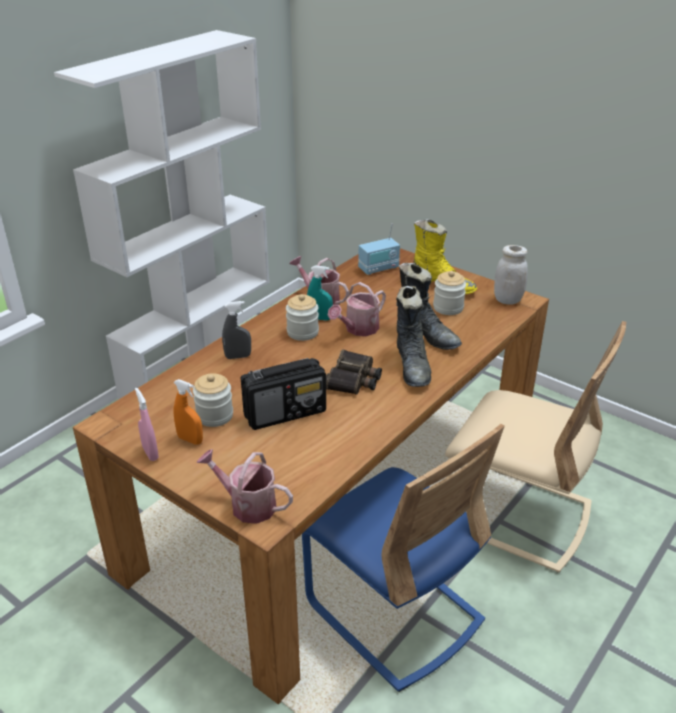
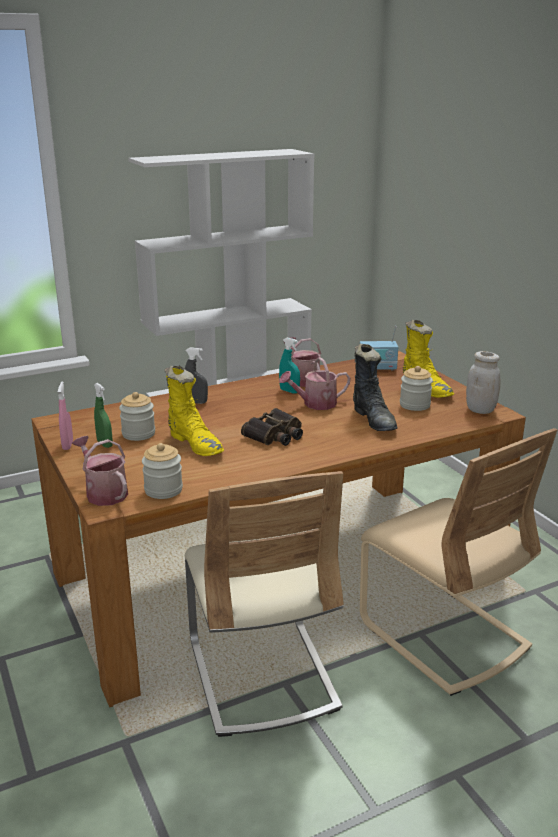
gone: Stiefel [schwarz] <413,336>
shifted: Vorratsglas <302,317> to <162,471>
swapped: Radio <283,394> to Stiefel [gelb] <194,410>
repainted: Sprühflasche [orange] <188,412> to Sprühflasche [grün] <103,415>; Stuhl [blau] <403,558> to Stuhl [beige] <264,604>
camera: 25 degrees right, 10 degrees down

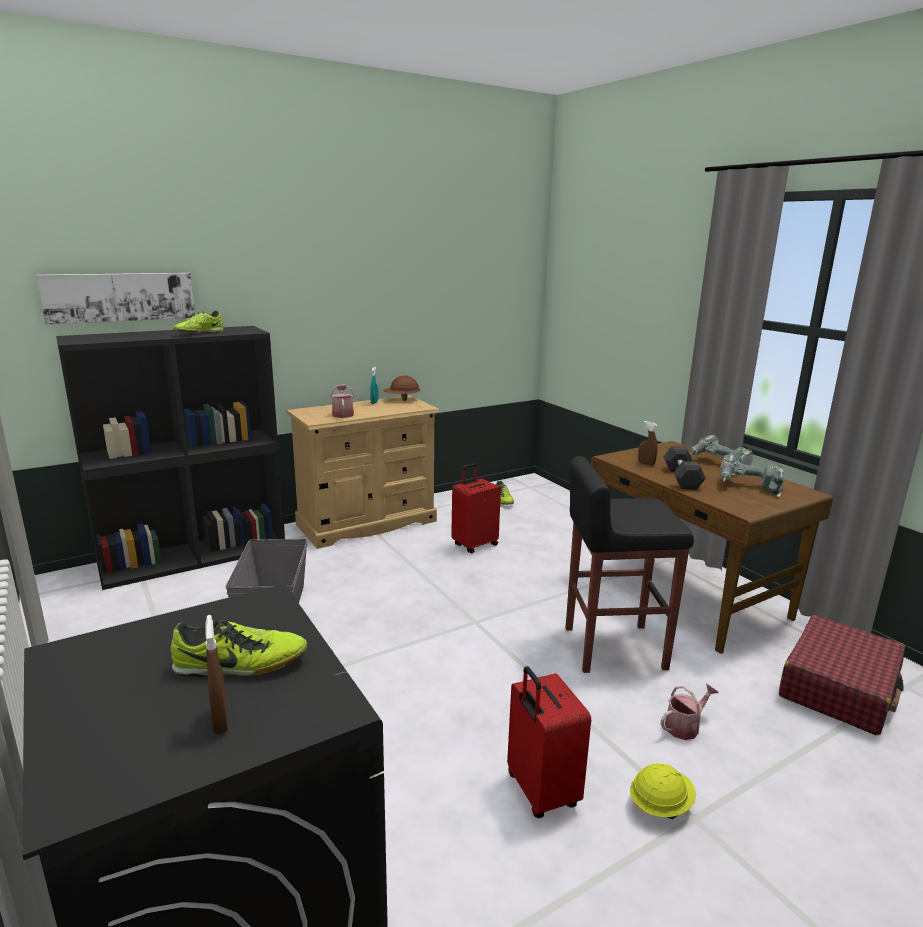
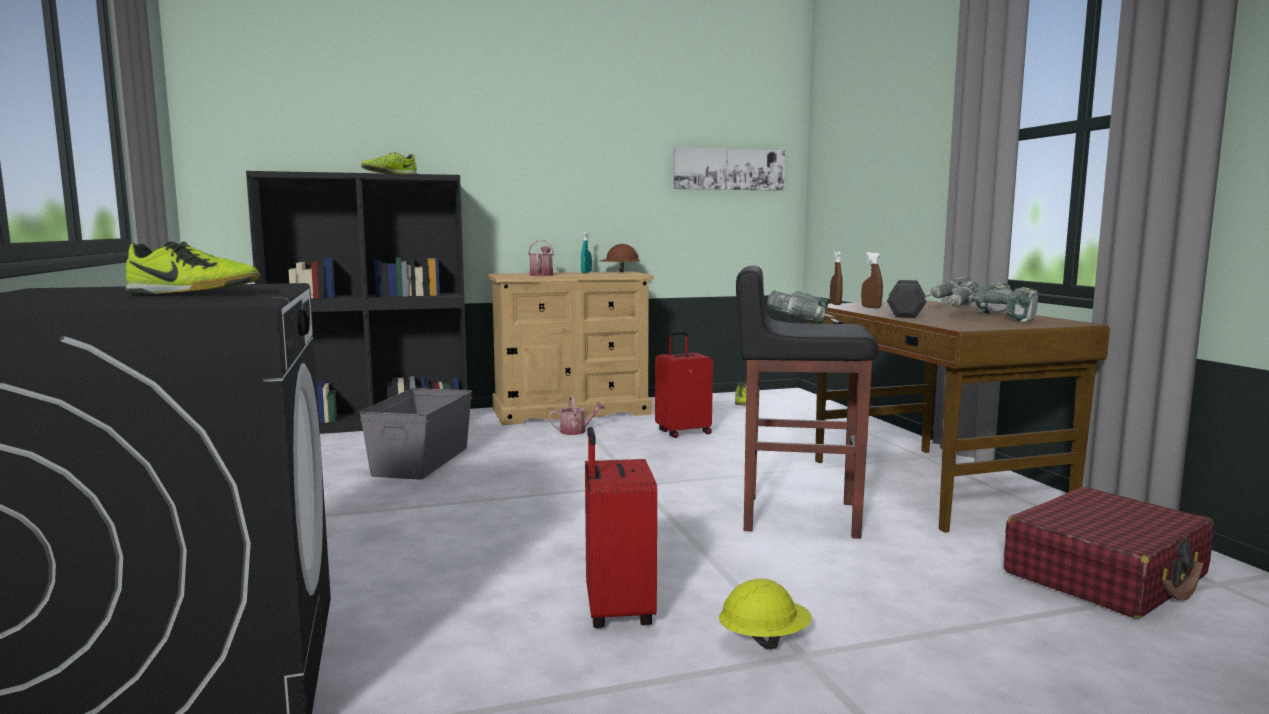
new: Bohrmaschine <803,307>
shifted: Bild <115,298> to <729,169>; Sprühflasche [braun] <217,675> to <836,278>; Gießkanne <690,712> to <576,415>
camera: 15 degrees right, 10 degrees down

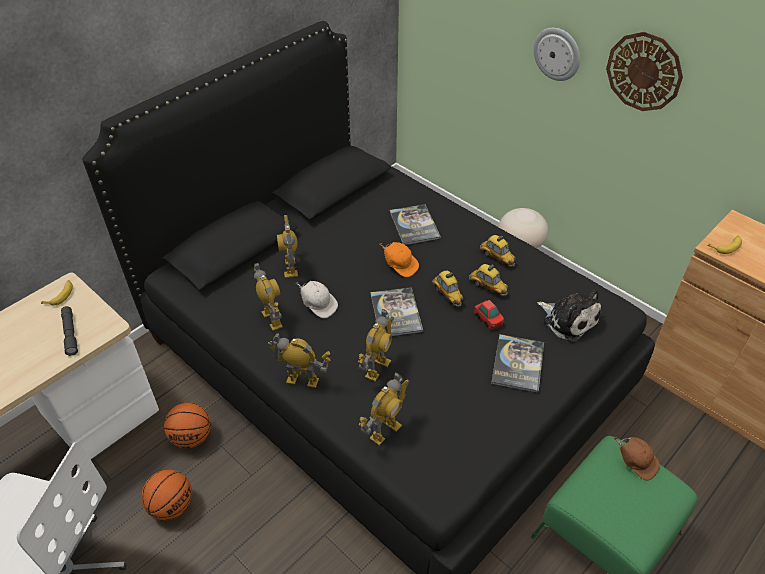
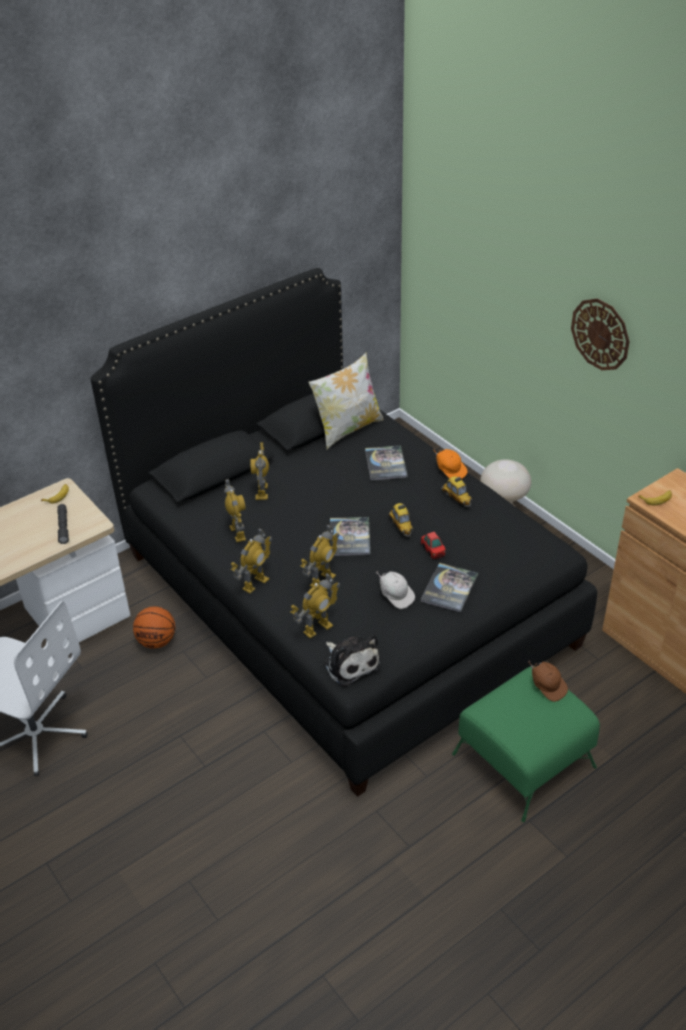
gone: Wanduhr <556,54>; Spielzeugauto <488,280>; Basketball <166,495>
new: Kissen <346,401>
shifted: Kappe [orange] <399,259> to <450,464>; Kappe [weiß] <317,299> to <395,590>; Plüschtier <569,316> to <352,660>
rotated: Spielzeugroboter <298,360> = <251,561> 105 degrees clockwise
camera: 10 degrees right, 5 degrees down

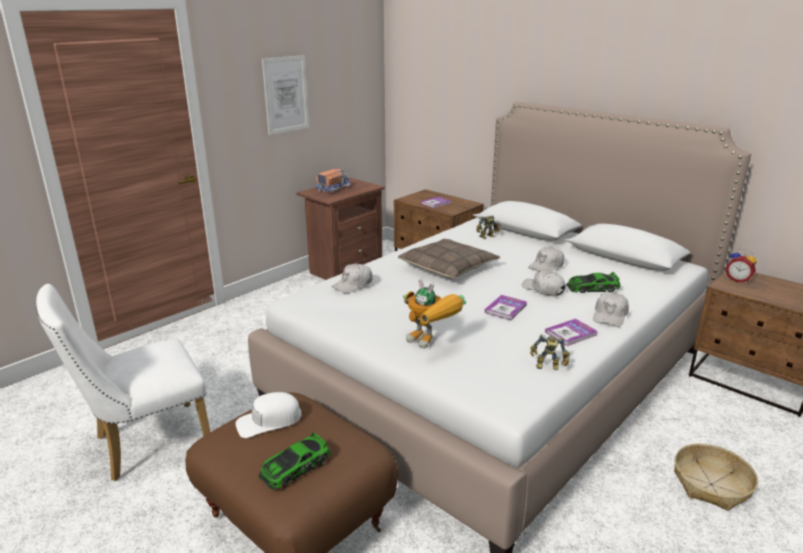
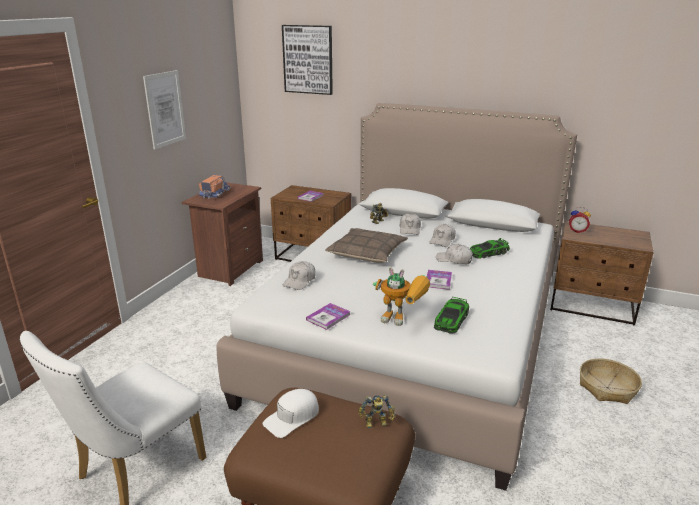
new: Bild <307,60>
shifted: Kappe [weiß] <611,309> to <410,224>; Buch <571,332> to <328,316>; Spielzeugroboter <550,352> to <377,411>; Spielzeugauto <295,461> to <451,315>
camera: 20 degrees left, 0 degrees up

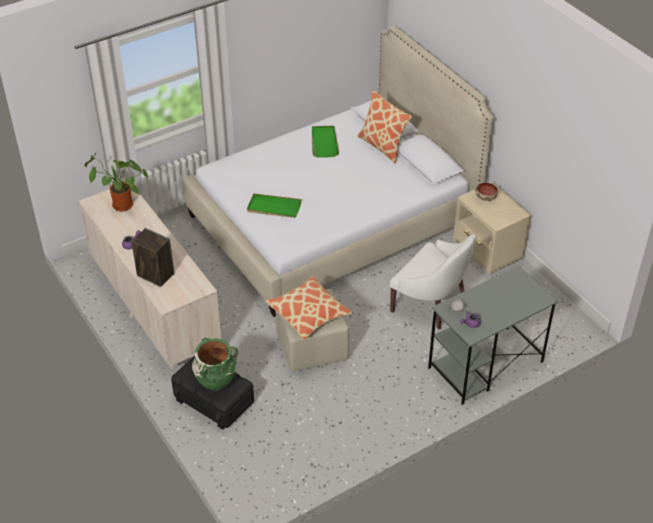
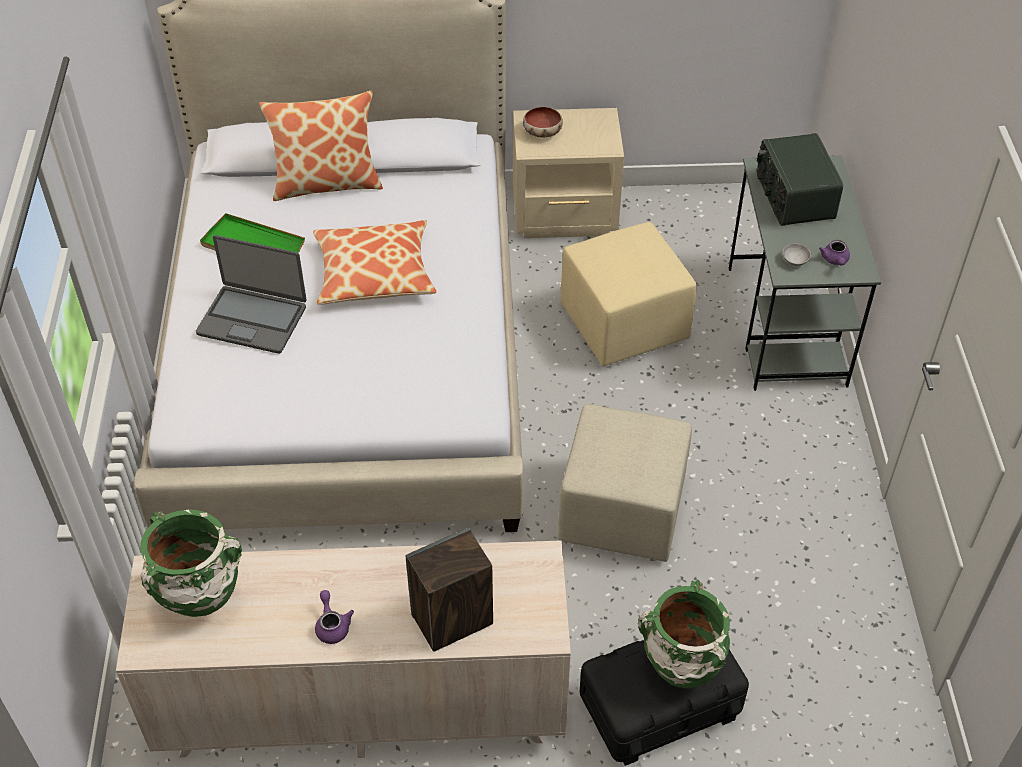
gone: Tablett [grün] <274,206>
new: Radio <799,179>; Laptop <251,294>
shifted: Kissen <309,308> to <374,262>
swapped: Topfpflanze <116,182> to Vase [grün] <191,563>; Sessel [weiß] <433,282> to Polsterhocker [beige] <628,294>
camera: 60 degrees left, 5 degrees up

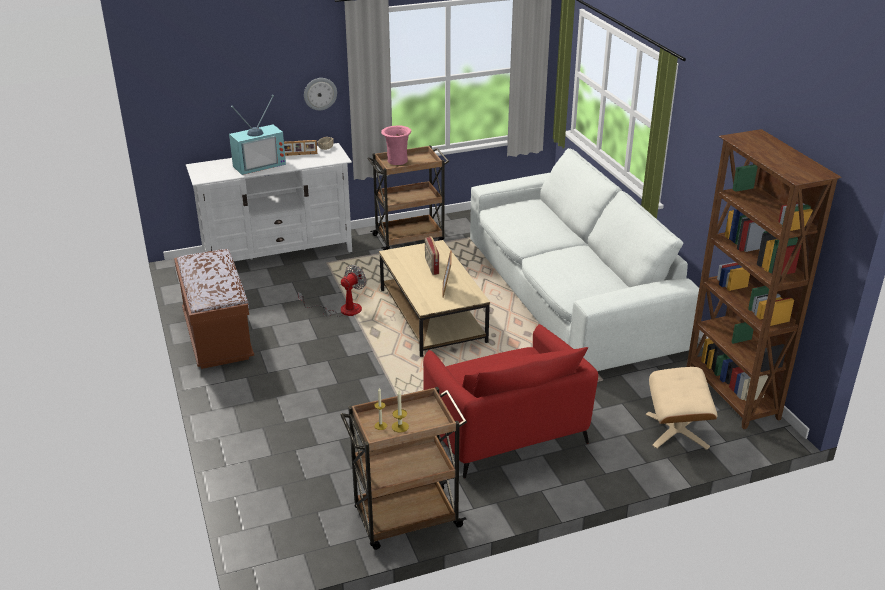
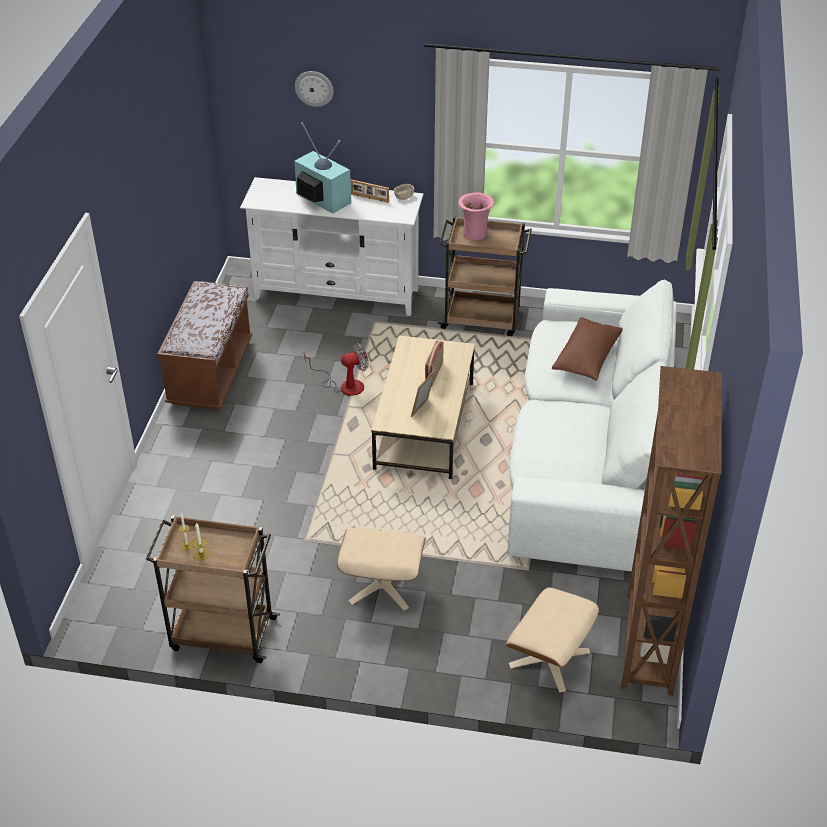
new: Kissen [braun] <587,348>
shifted: Wanduhr <320,94> to <314,89>
swapped: Sessel [rot] <510,401> to Polsterhocker [beige] <381,569>
rotated: Fernseher <257,135> = <322,168> 135 degrees counterclockwise
camera: 30 degrees right, 10 degrees up

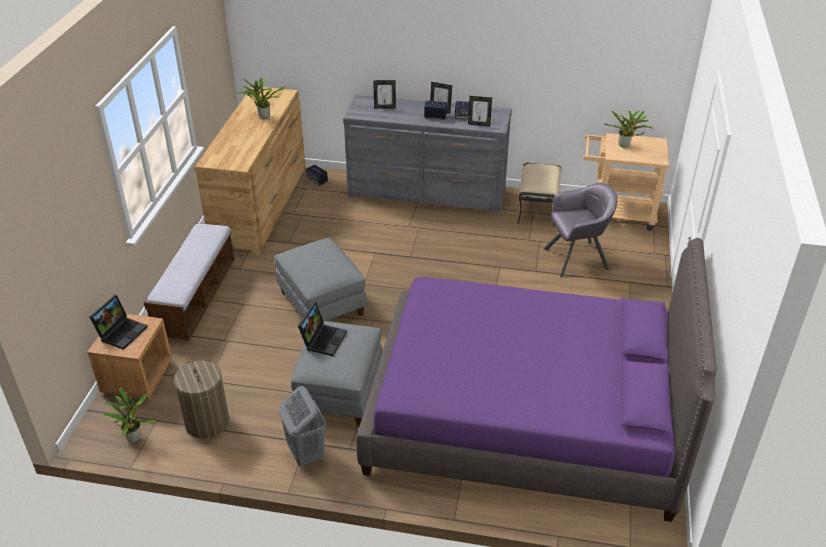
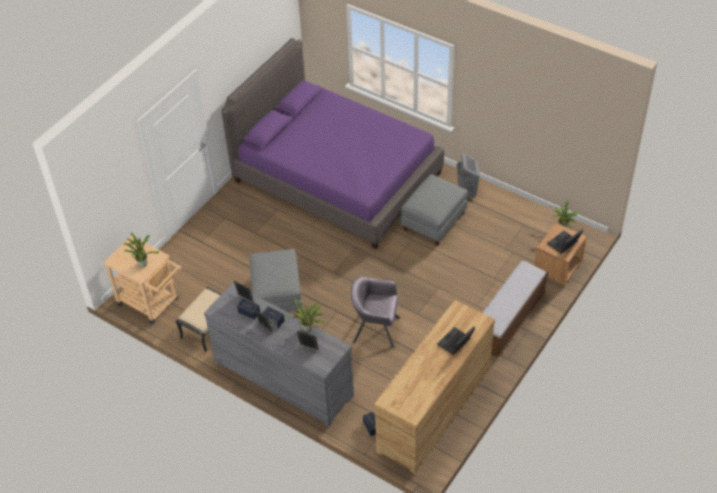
gone: Wäschekorb <201,399>
shifted: Topfpflanze <260,98> to <305,315>; Sessel [grau] <580,230> to <375,312>; Polsterhocker [grau] <320,279> to <276,281>; Laptop <322,329> to <456,340>
camera: 155 degrees left, 10 degrees up

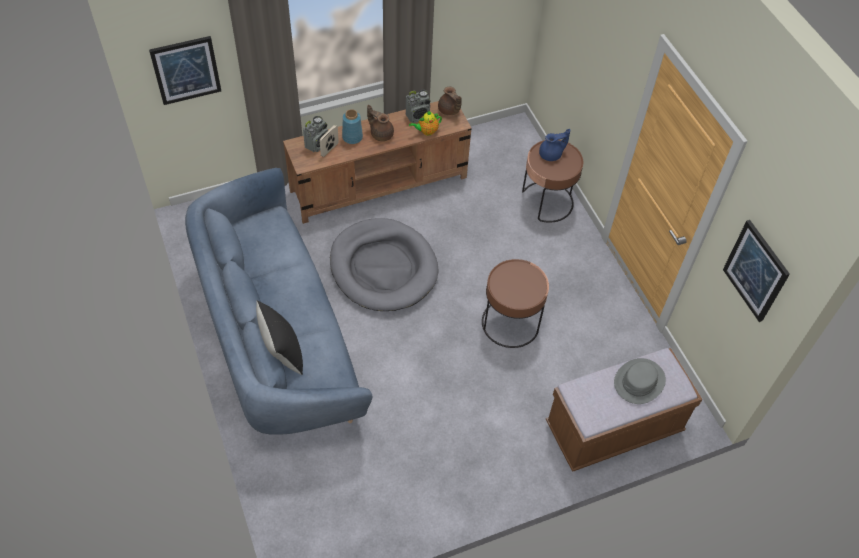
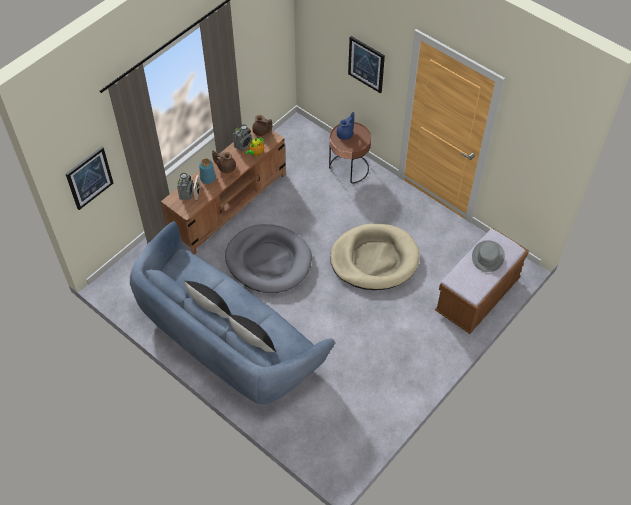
new: Kissen [schwarz] <207,299>
shifted: Bild <756,271> to <366,64>
swapped: Beistelltisch [braun] <515,303> to Hundebett [beige] <375,256>
camera: 25 degrees left, 0 degrees up

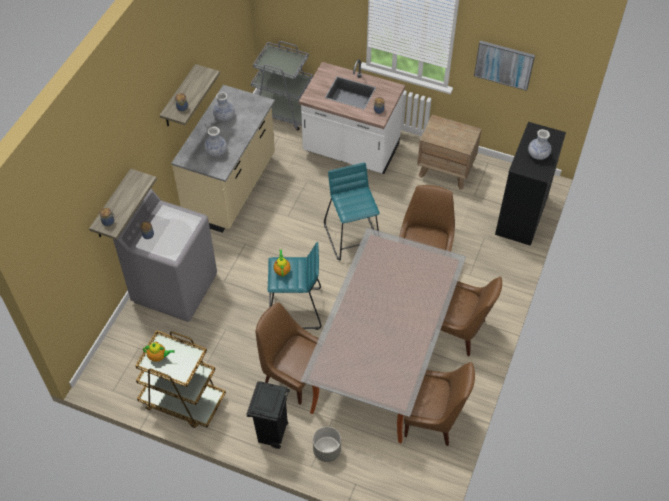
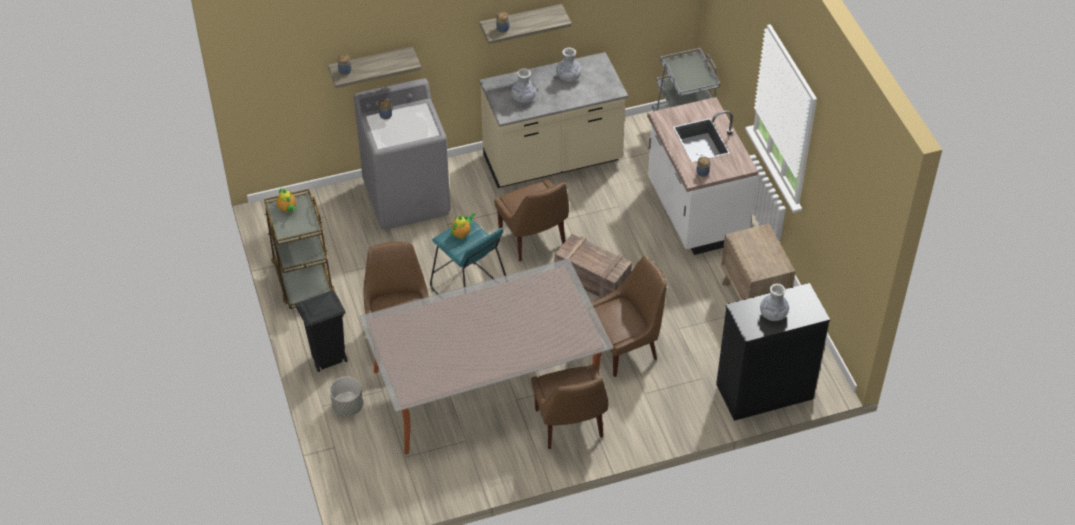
gone: Bild <504,66>
shifted: Stuhl [braun] <439,404> to <531,220>
swapped: Hocker [türkis] <352,212> to Kiste <593,266>
camera: 50 degrees right, 5 degrees down

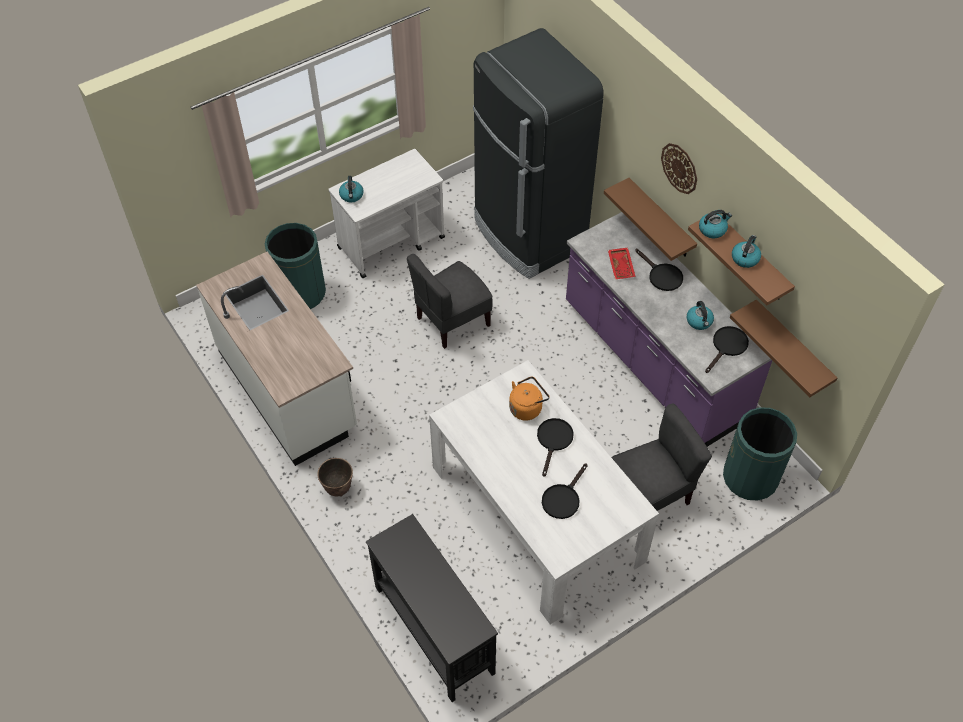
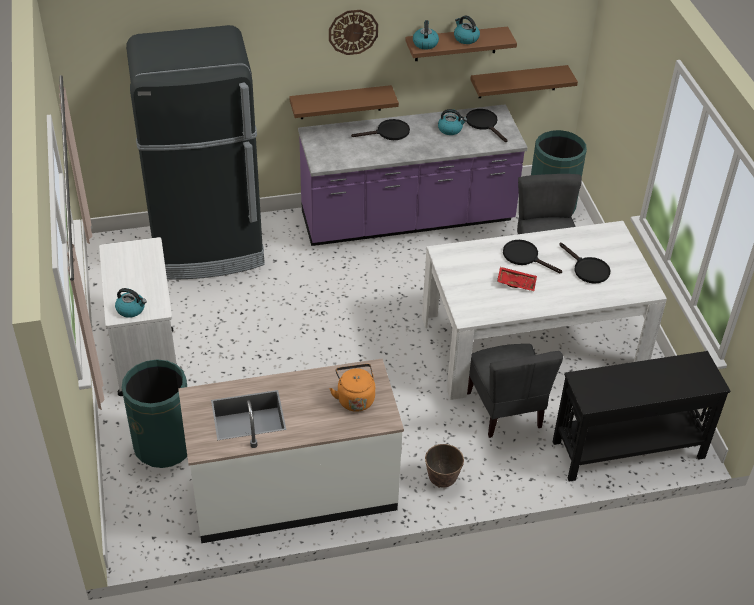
shifted: Tablett [rot] <622,263> to <517,279>; Stuhl [grau] <450,301> to <515,391>; Wasserkessel [orange] <529,398> to <352,388>
camera: 70 degrees left, 10 degrees down

